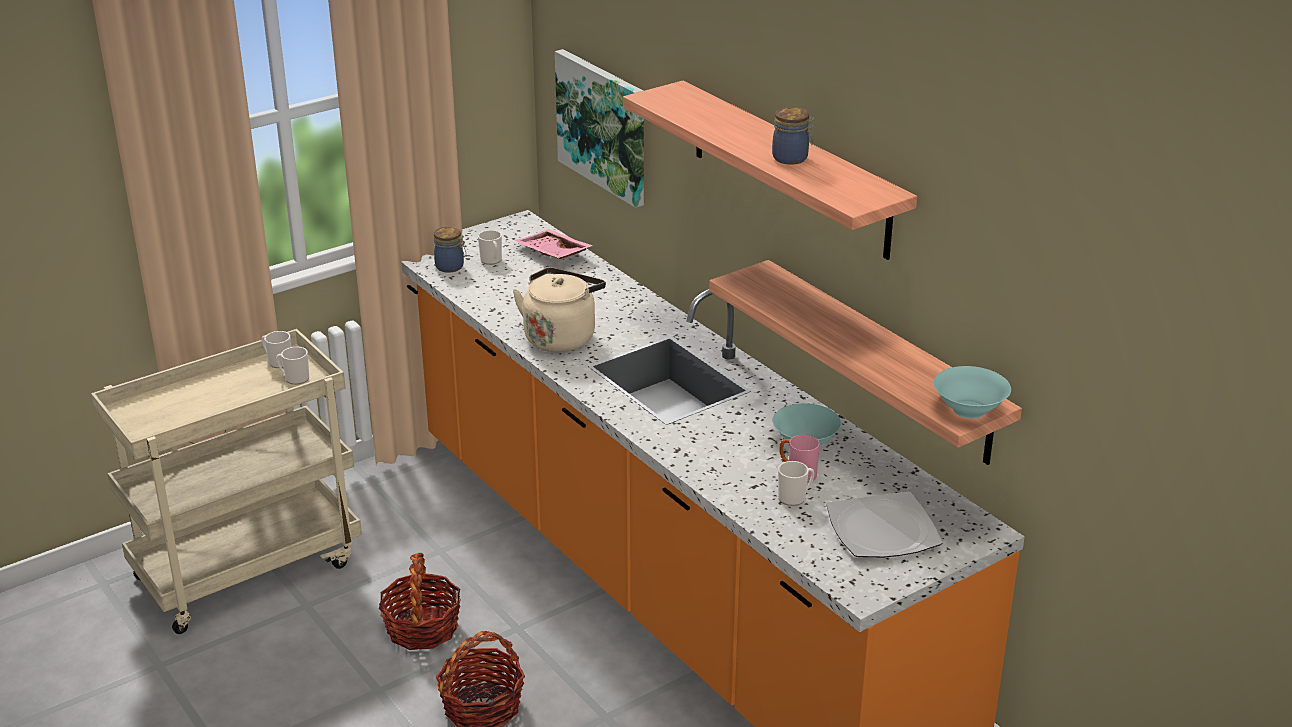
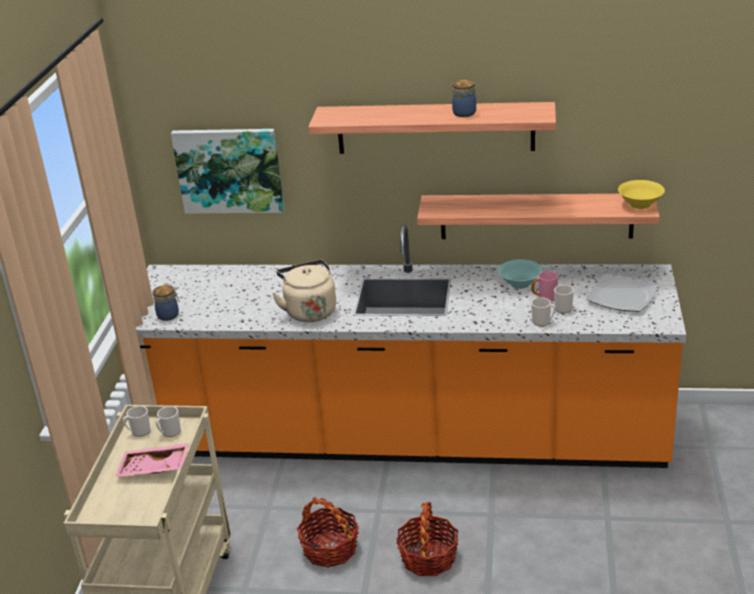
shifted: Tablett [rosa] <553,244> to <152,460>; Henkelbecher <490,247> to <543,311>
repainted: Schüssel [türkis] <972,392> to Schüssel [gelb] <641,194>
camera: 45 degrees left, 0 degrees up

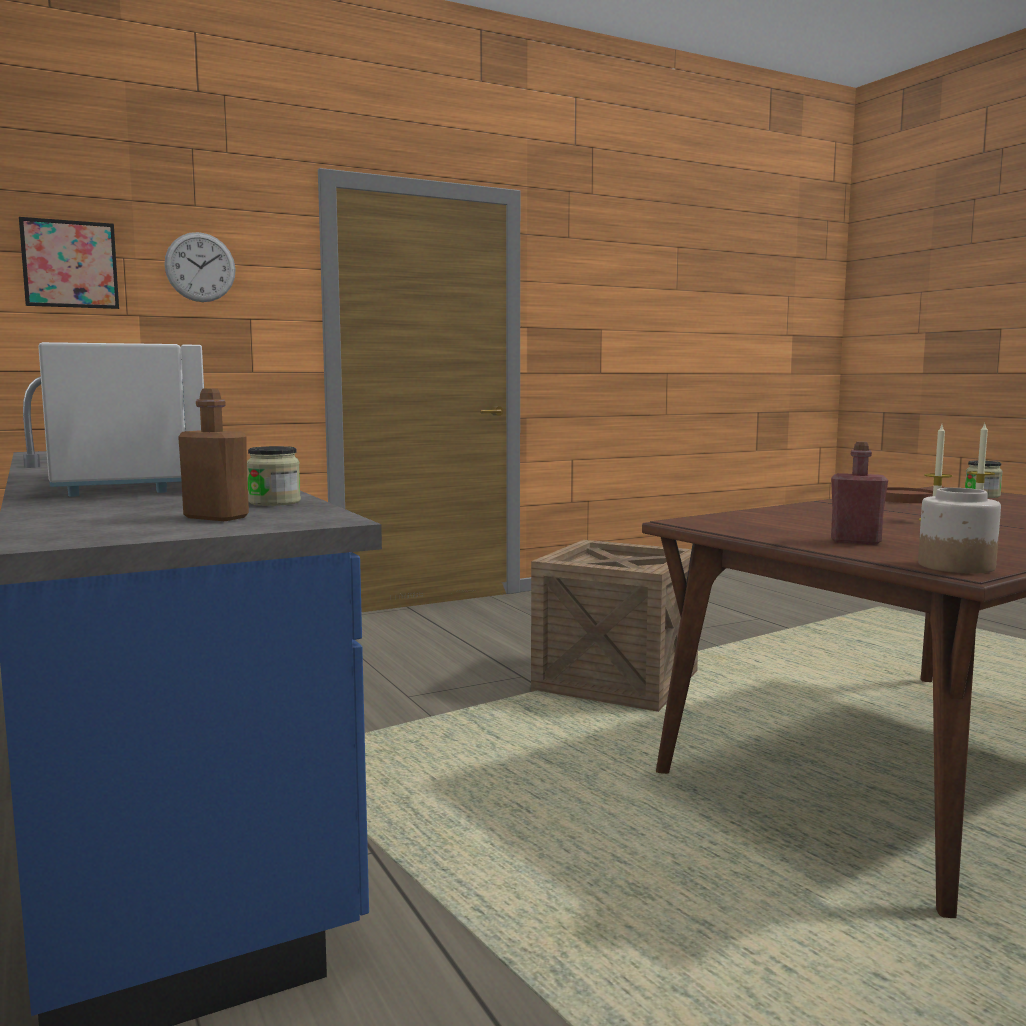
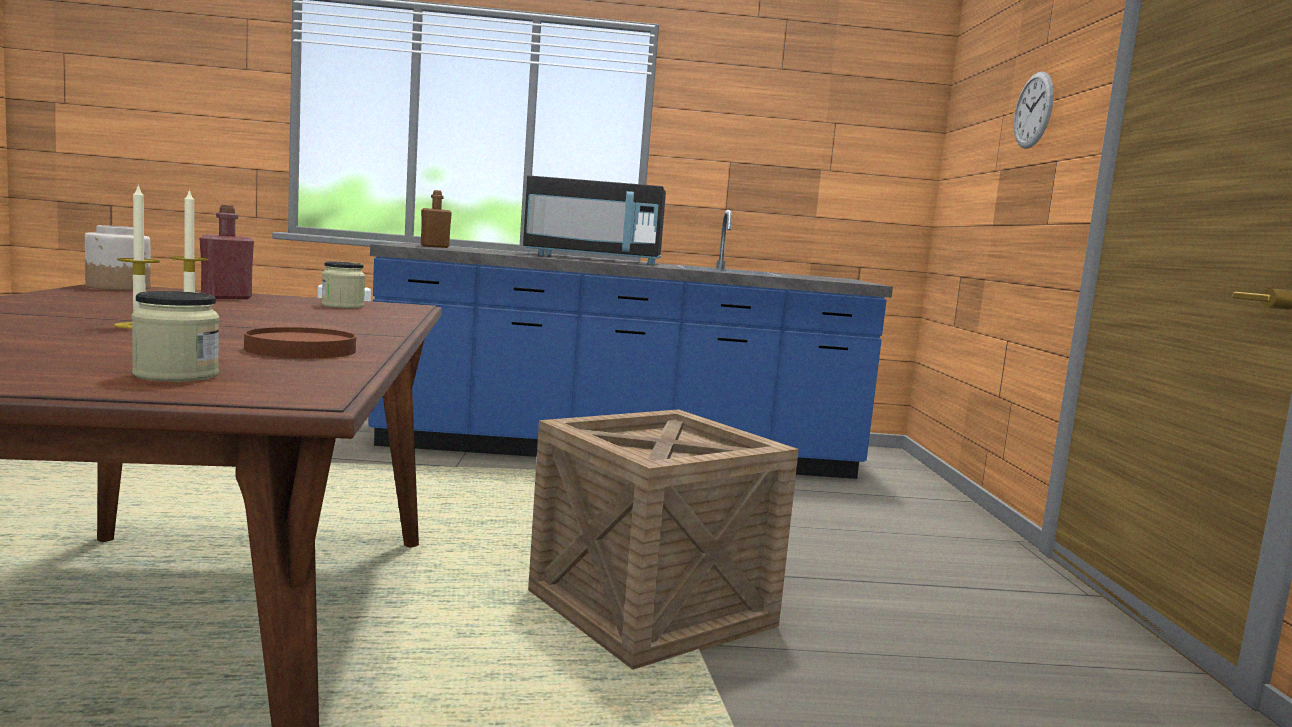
gone: Bild <69,263>
shifted: Vorratsglas <274,476> to <343,284>
repainted: Mikrowelle [weiß] <121,419> to Mikrowelle [schwarz] <594,220>
camera: 115 degrees right, 0 degrees up

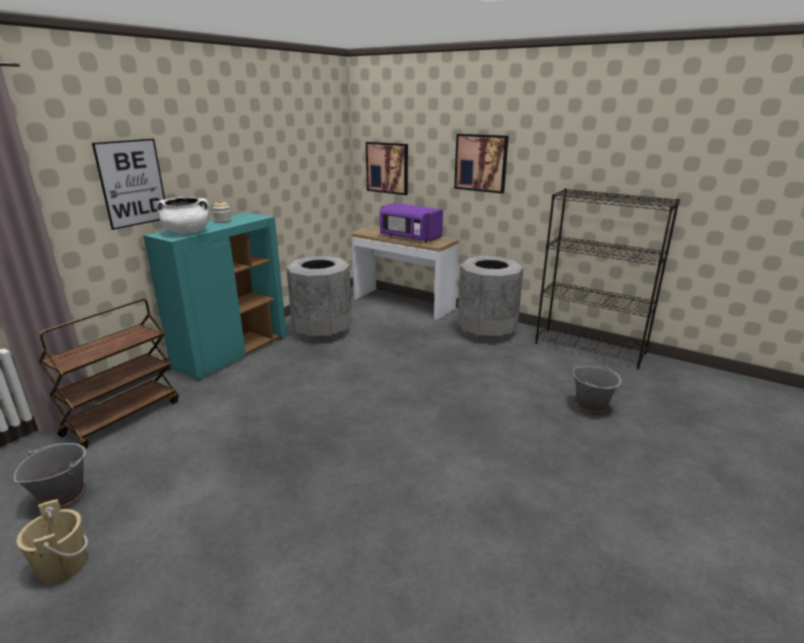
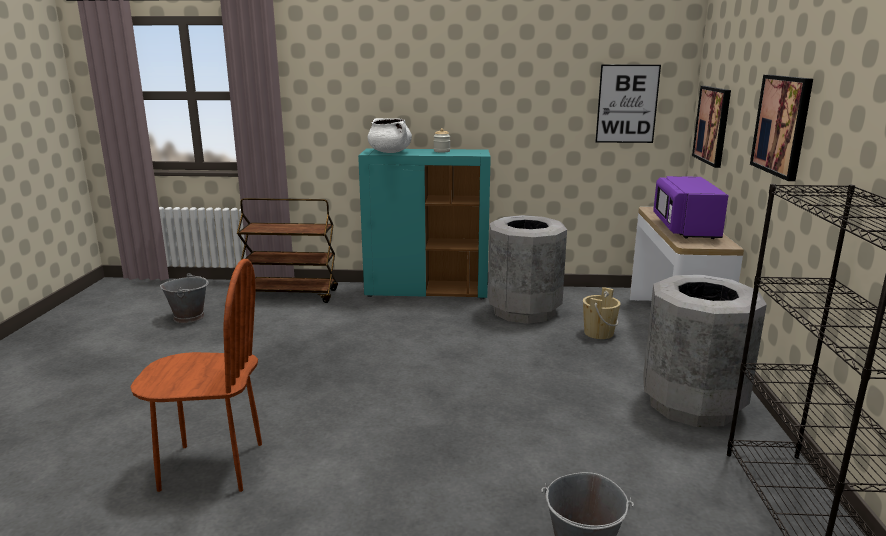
new: Stuhl [braun] <196,375>
shifted: Bild <128,184> to <628,104>; Eimer [beige] <52,541> to <602,313>
camera: 60 degrees right, 5 degrees down

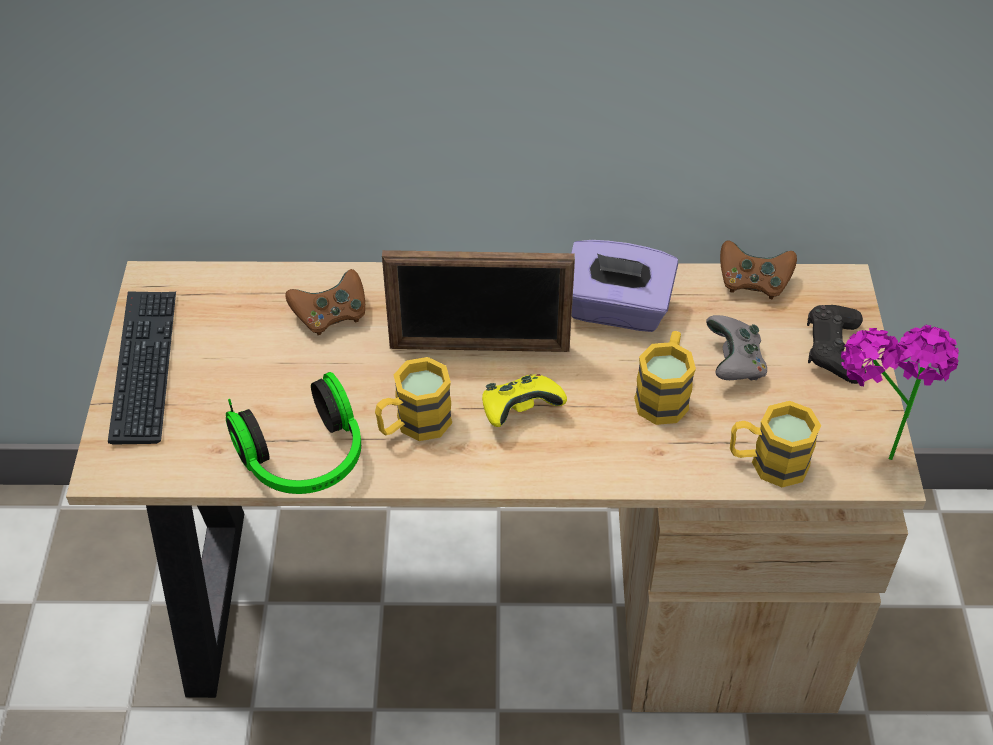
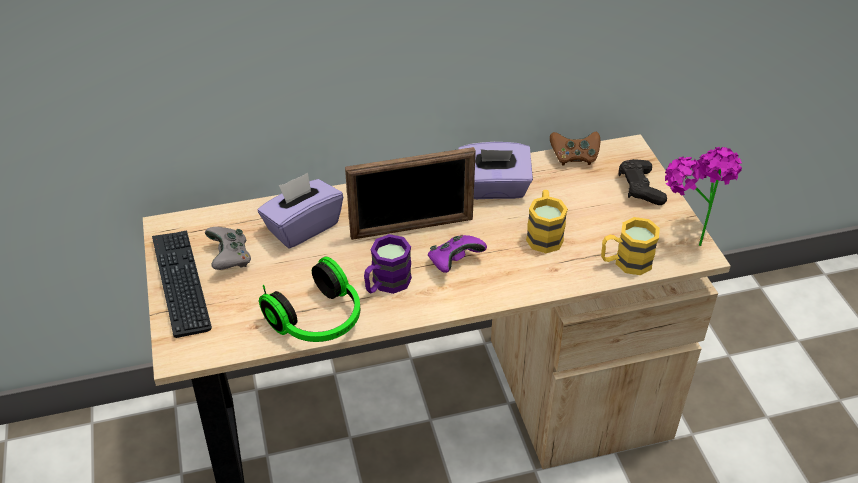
shifted: Gamepad [grau] <736,347> to <228,248>
swapped: Gamepad [braun] <325,302> to Taschentuchbox [lila] <300,211>
repainted: Henkelbecher [gelb] <413,399> to Henkelbecher [lila] <388,264>; Gamepad [gelb] <524,400> to Gamepad [lila] <457,254>
camera: 15 degrees left, 5 degrees down

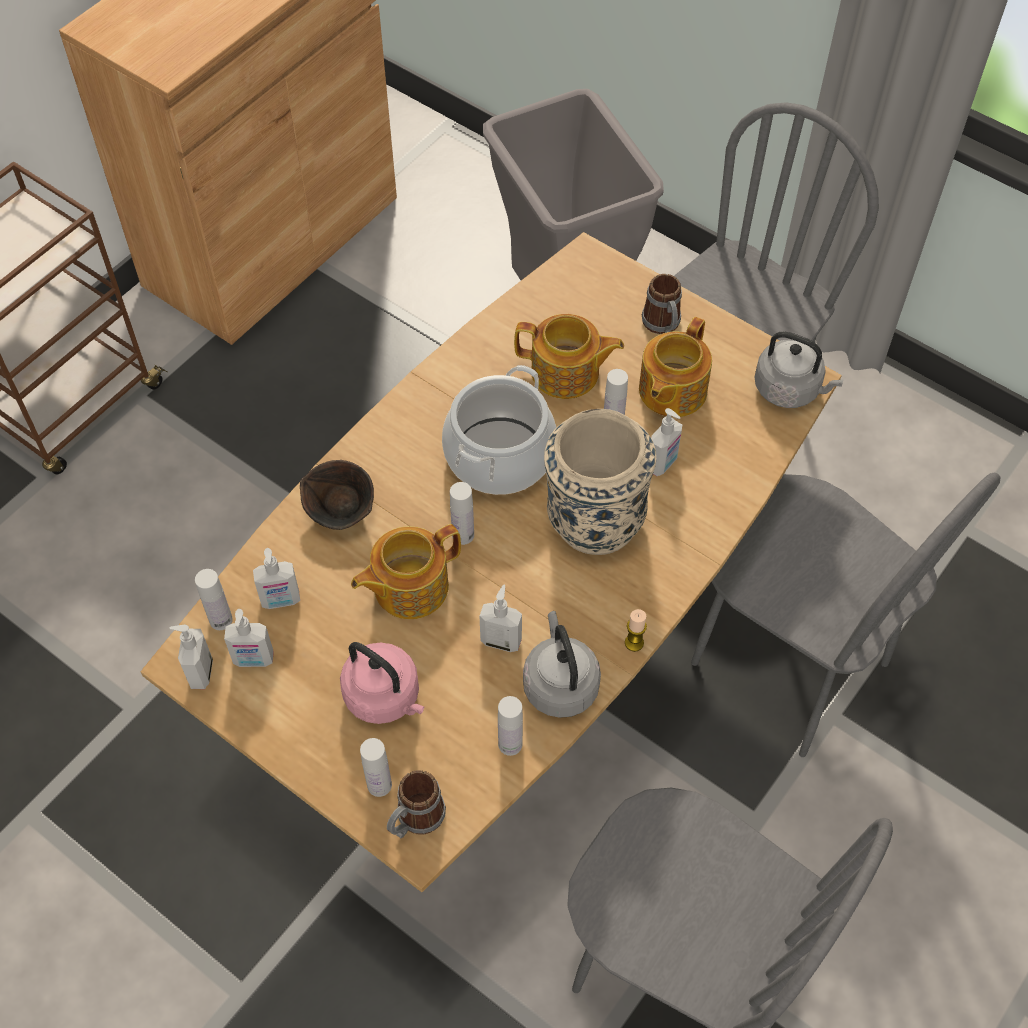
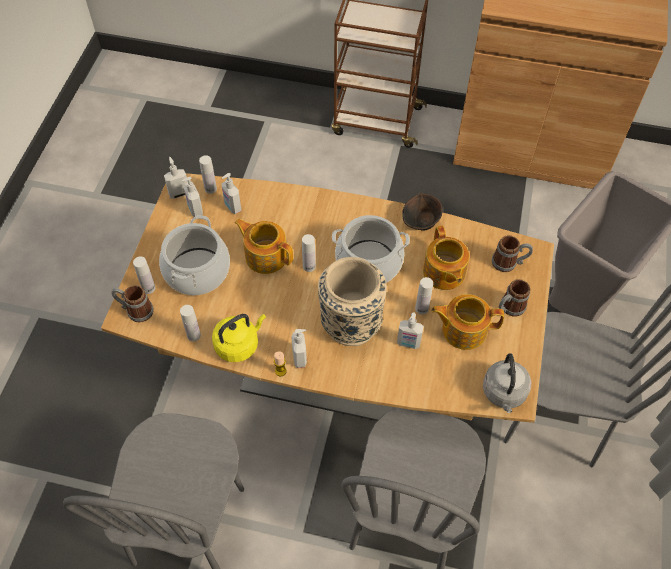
new: Henkelbecher <512,253>
shifted: Schüssel [braun] <337,495> to <422,212>; Seifenspender <500,618> to <299,348>
swapped: Wasserkessel [rosa] <382,683> to Kochtopf <194,255>
repainted: Wasserkessel [grau] <562,664> to Wasserkessel [gelb] <239,338>
camera: 65 degrees right, 0 degrees up

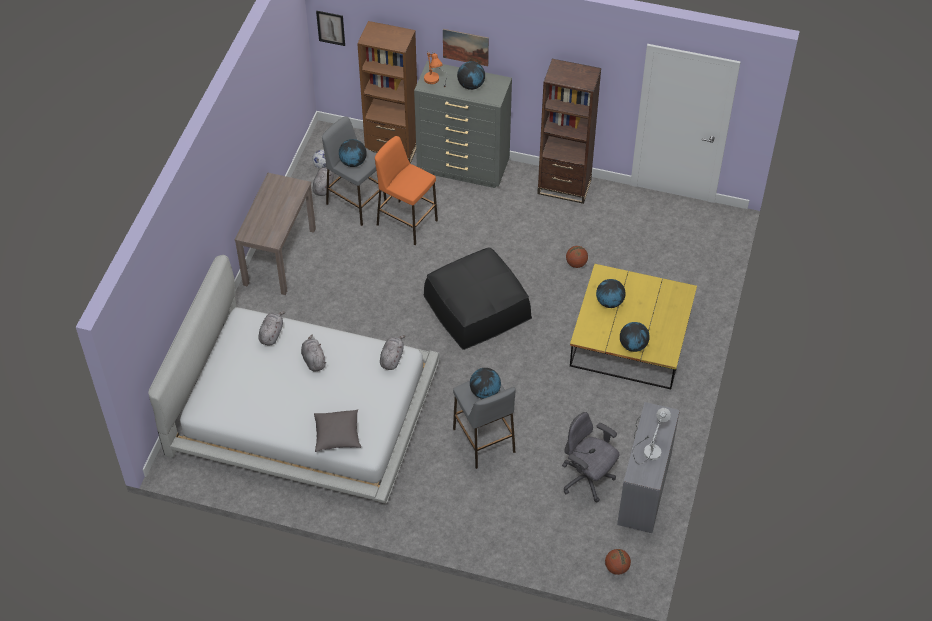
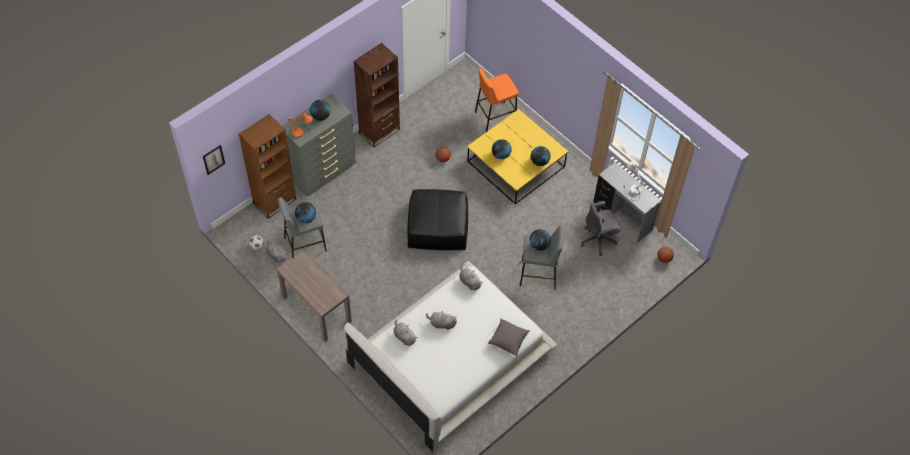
gone: Bild <466,47>
shifted: Hocker [orange] <406,190> to <497,100>
camera: 60 degrees left, 5 degrees up

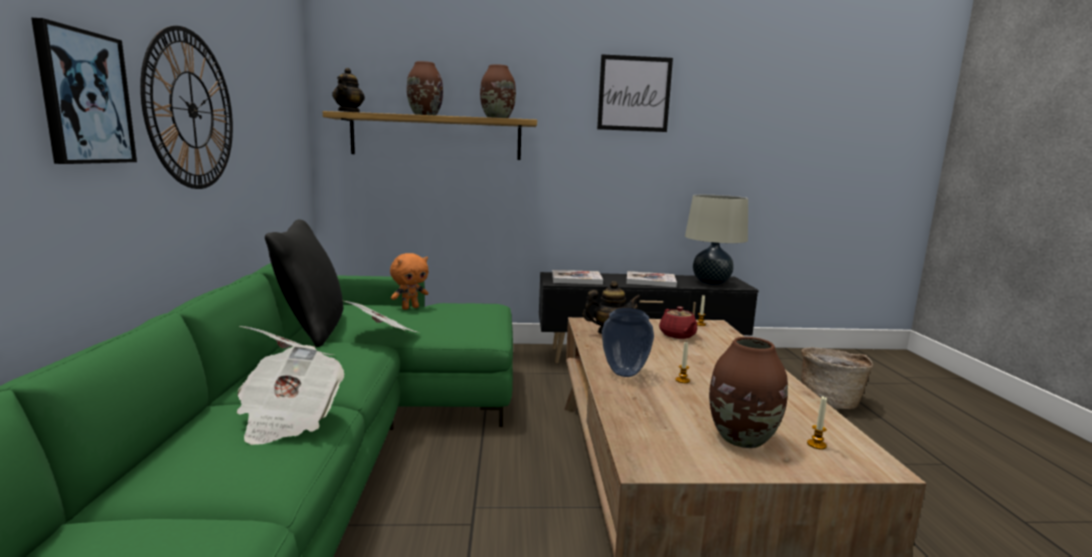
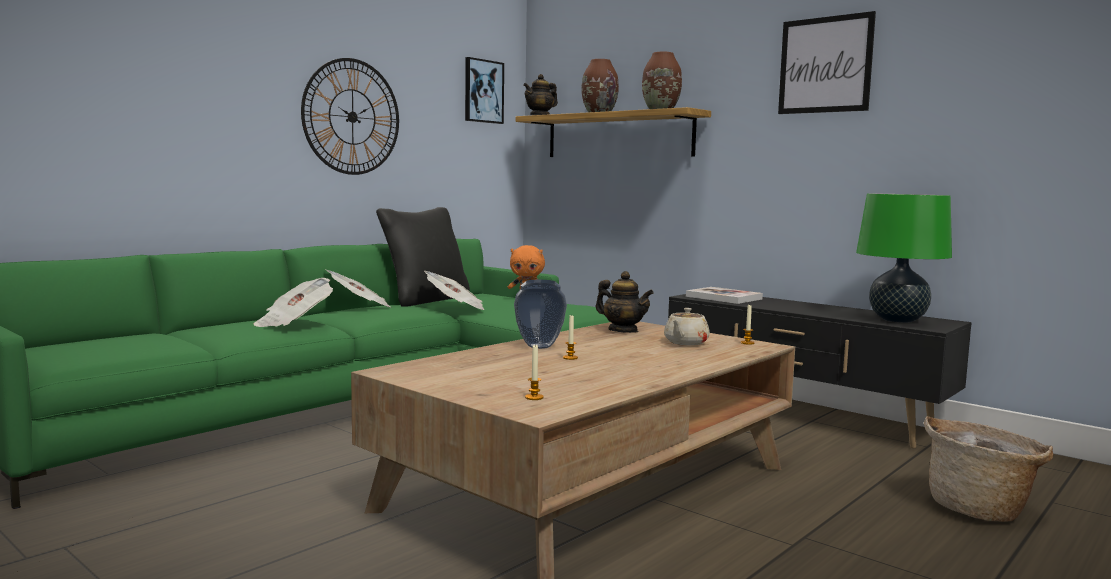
gone: Buch <651,279>; Vase [braun] <748,392>
shifted: Bild <84,91> to <484,90>
repainted: Tischlampe [beige] <716,240> to Tischlampe [grün] <904,258>; Teekanne [rot] <678,322> to Teekanne [beige] <687,326>
camera: 45 degrees right, 5 degrees down

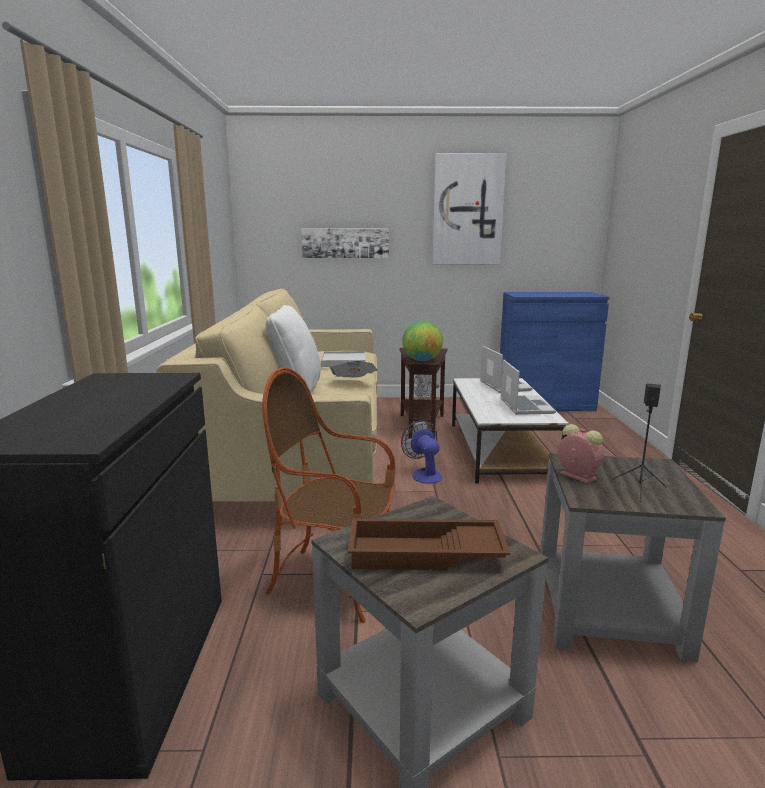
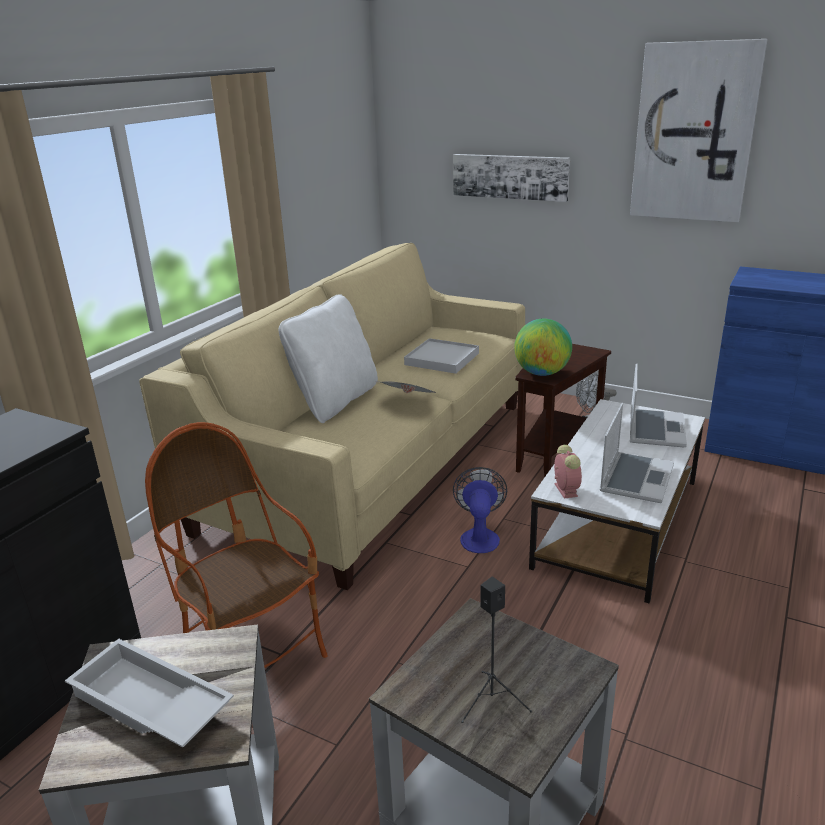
shifted: Wecker <581,454> to <568,471>
repainted: Tablett [braun] <429,544> to Tablett [weiß] <149,693>
camera: 30 degrees right, 10 degrees up

